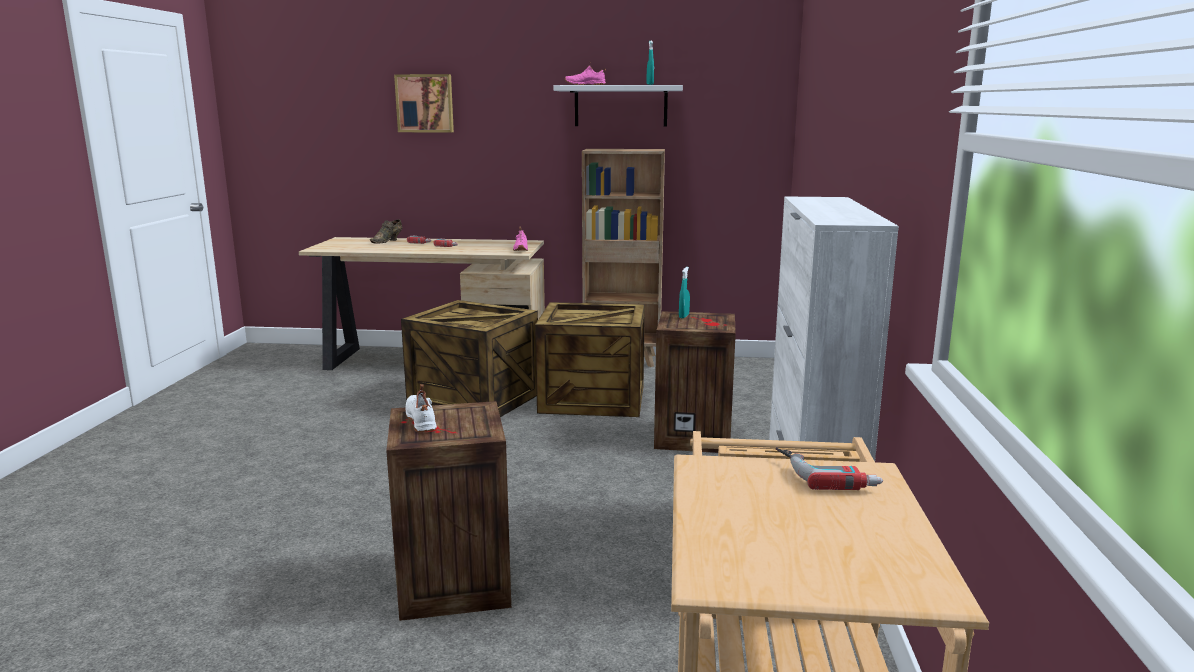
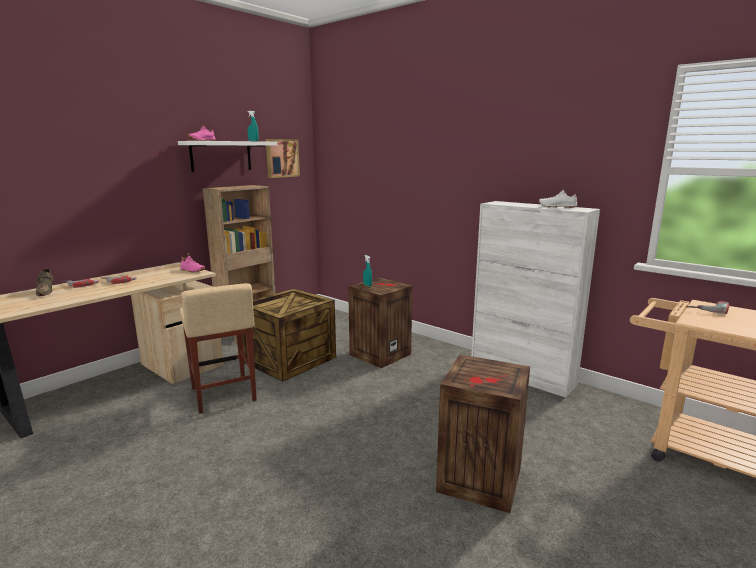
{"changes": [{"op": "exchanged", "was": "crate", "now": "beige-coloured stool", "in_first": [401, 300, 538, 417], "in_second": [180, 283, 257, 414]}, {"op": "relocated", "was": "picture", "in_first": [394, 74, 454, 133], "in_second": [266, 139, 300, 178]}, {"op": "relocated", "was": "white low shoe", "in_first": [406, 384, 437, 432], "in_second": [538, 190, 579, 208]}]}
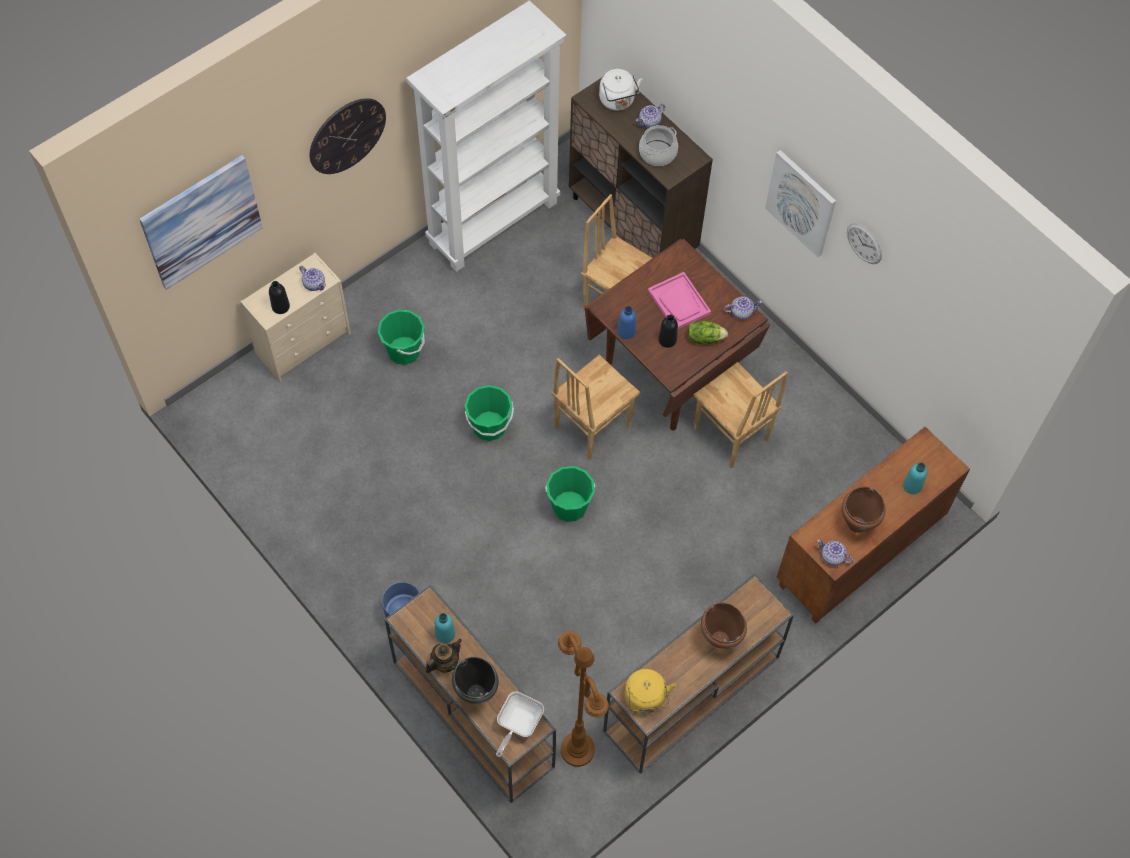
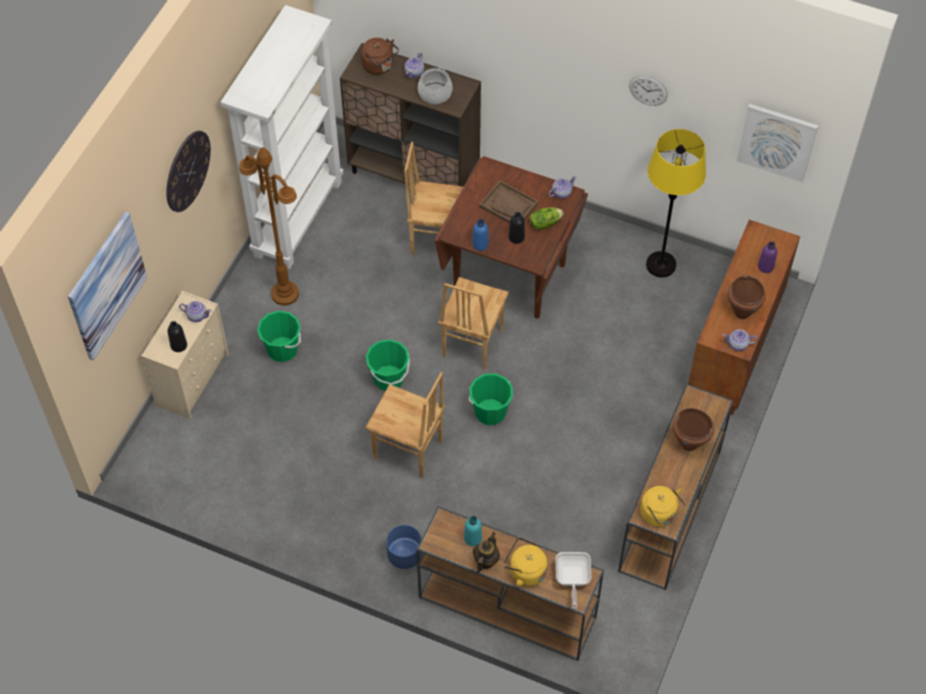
{"changes": [{"op": "relocated", "was": "brown standard lamp", "in_first": [558, 631, 609, 767], "in_second": [239, 147, 299, 306]}, {"op": "colour", "was": "white water kettle", "now": "brown water kettle", "in_first": [599, 69, 642, 111], "in_second": [361, 38, 399, 75]}, {"op": "relocated", "was": "brown plain chair", "in_first": [693, 362, 788, 468], "in_second": [365, 372, 445, 478]}, {"op": "colour", "was": "pink carrying tray", "now": "brown carrying tray", "in_first": [648, 272, 711, 329], "in_second": [479, 180, 539, 224]}, {"op": "exchanged", "was": "black cooking pot", "now": "yellowish water kettle", "in_first": [452, 657, 499, 704], "in_second": [503, 537, 548, 587]}, {"op": "appeared", "now": "yellowish standard lamp", "in_second": [646, 129, 706, 277]}, {"op": "relocated", "was": "picture", "in_first": [765, 150, 836, 257], "in_second": [737, 104, 818, 182]}, {"op": "colour", "was": "turquoise-coloured drink bottle", "now": "purple drink bottle", "in_first": [903, 463, 927, 494], "in_second": [758, 241, 777, 273]}]}
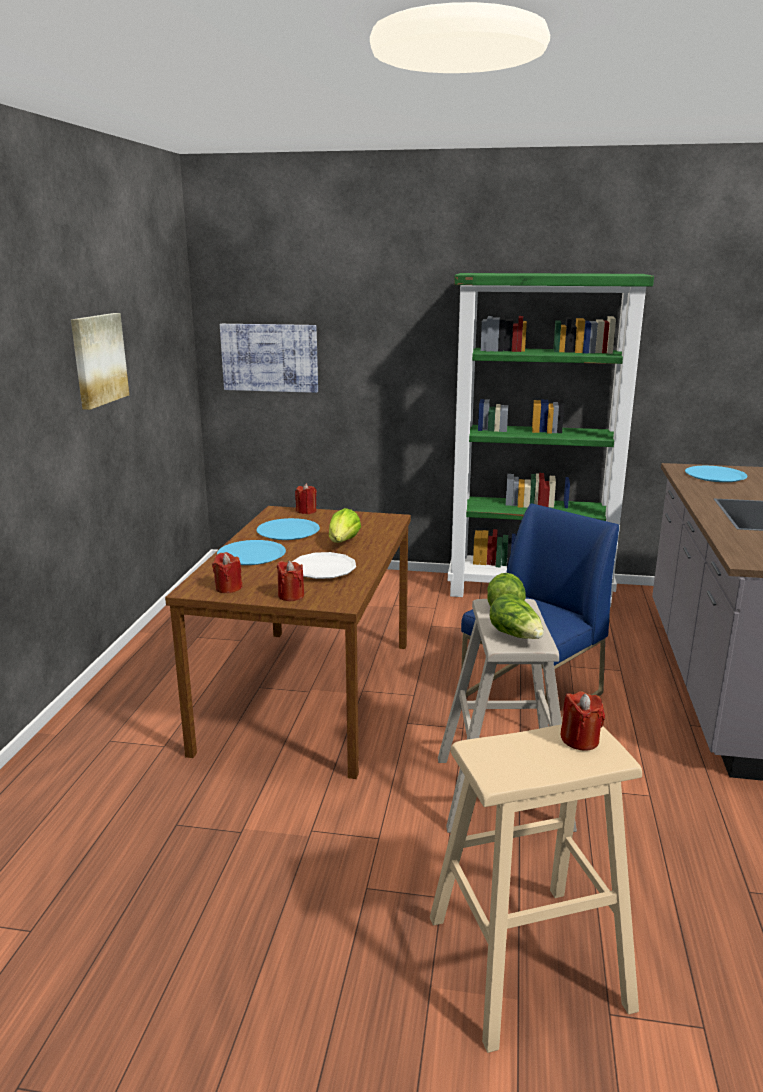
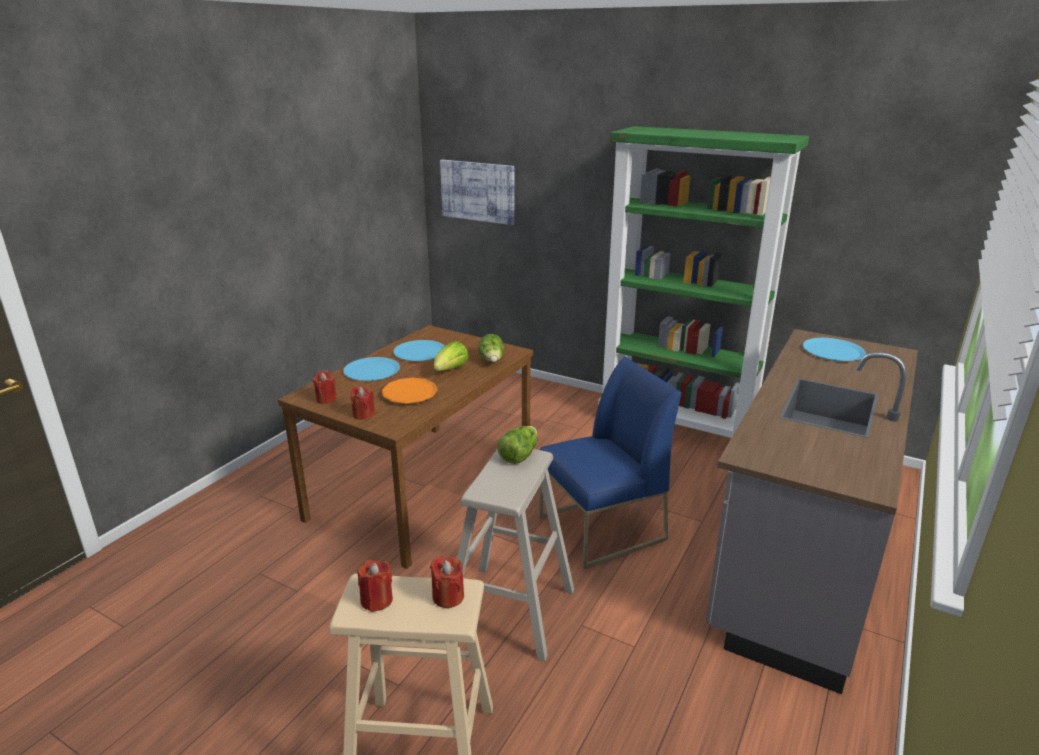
{"changes": [{"op": "relocated", "was": "red candle", "in_first": [295, 483, 317, 514], "in_second": [357, 560, 393, 612]}, {"op": "colour", "was": "white flat dish", "now": "orangey flat dish", "in_first": [292, 552, 356, 579], "in_second": [382, 378, 437, 404]}, {"op": "relocated", "was": "lettuce head", "in_first": [490, 593, 544, 639], "in_second": [478, 334, 504, 362]}, {"op": "missing", "was": "picture", "in_first": [71, 313, 129, 410]}]}
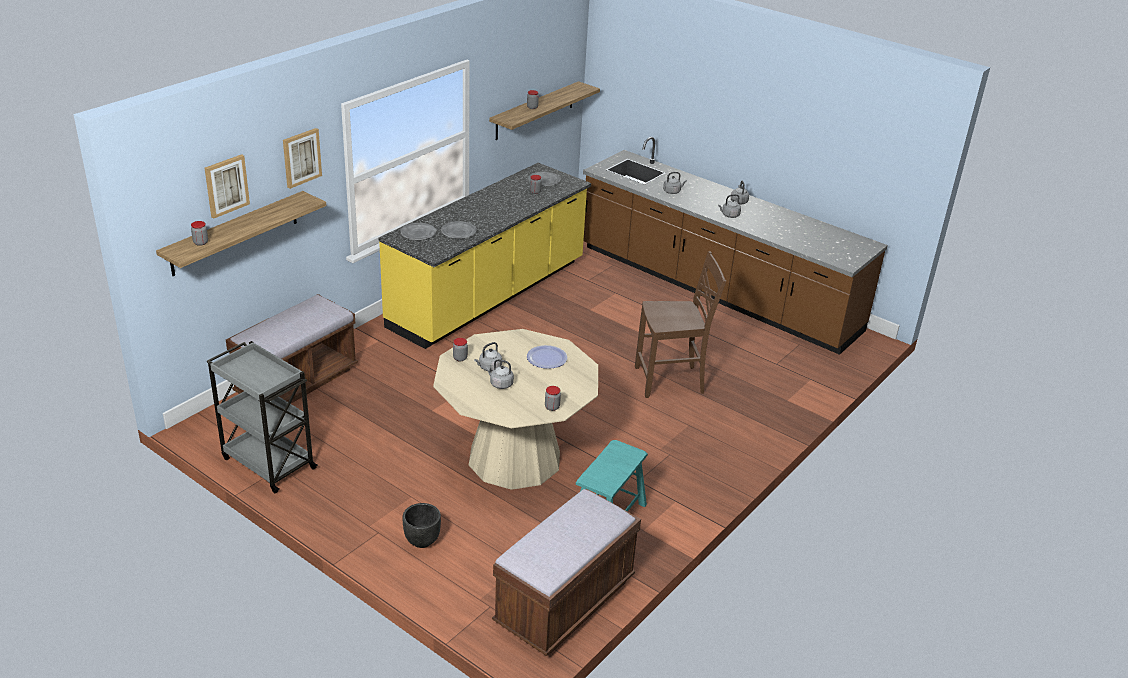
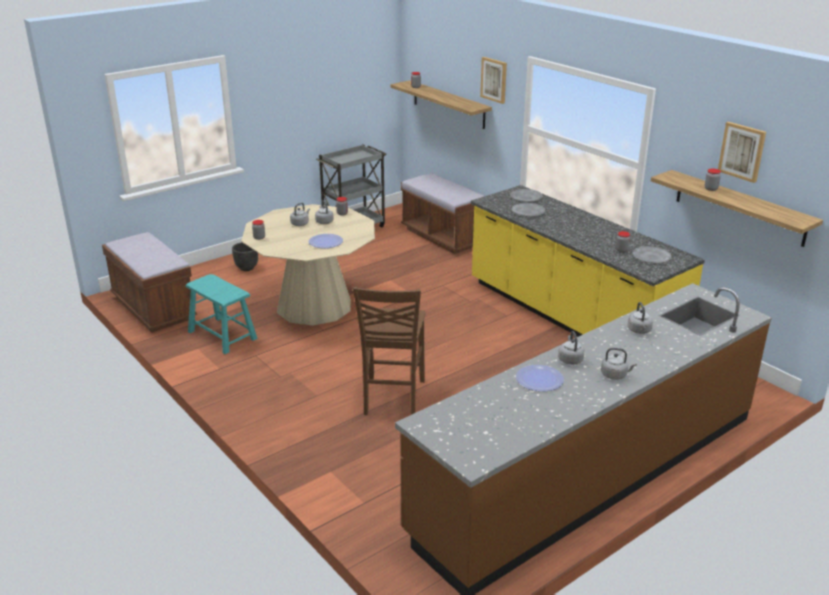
{"changes": [{"op": "appeared", "now": "flat dish", "in_second": [516, 365, 564, 391]}, {"op": "relocated", "was": "picture", "in_first": [205, 154, 250, 218], "in_second": [718, 122, 766, 183]}]}
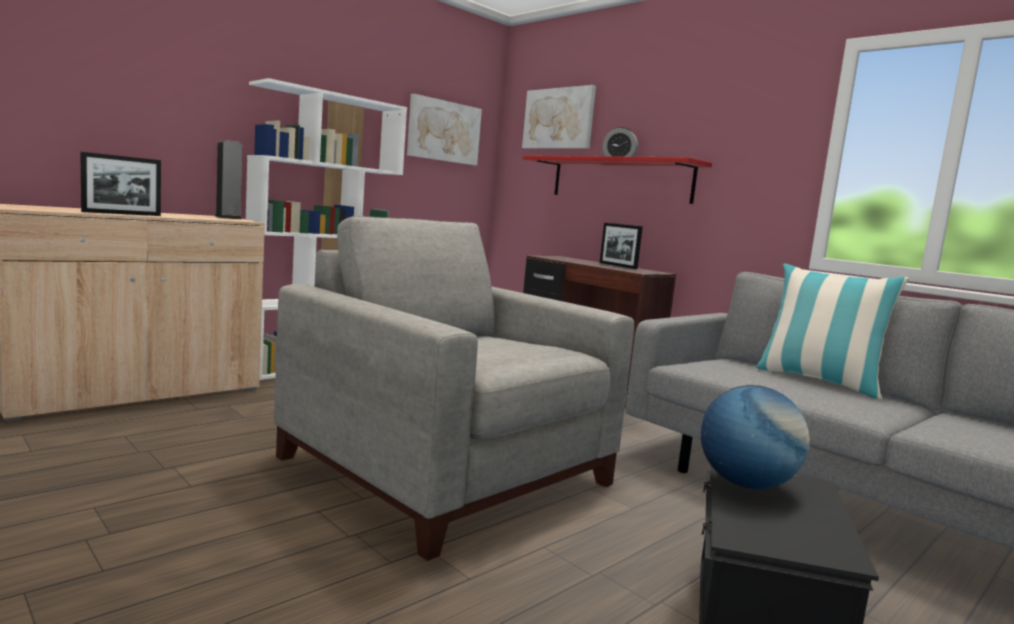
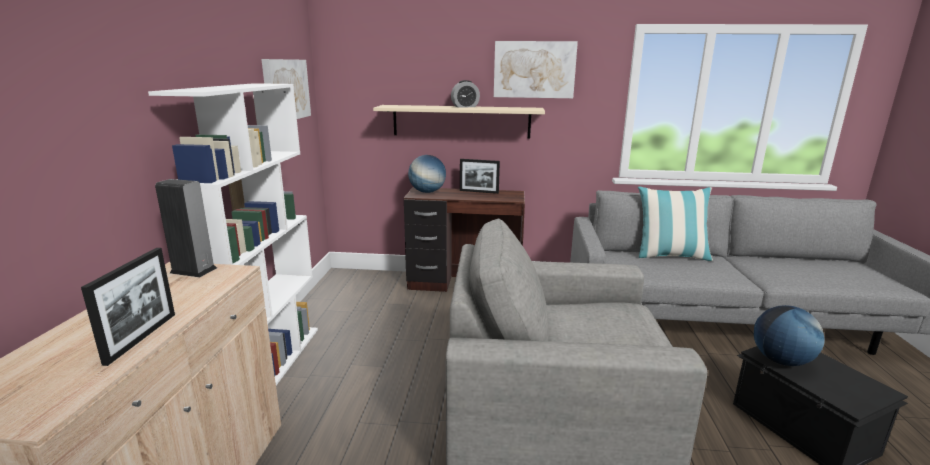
{"changes": [{"op": "colour", "was": "red bracket shelf", "now": "beige-coloured bracket shelf", "in_first": [523, 156, 712, 204], "in_second": [373, 105, 545, 139]}, {"op": "appeared", "now": "world globe", "in_second": [408, 155, 446, 193]}, {"op": "relocated", "was": "picture", "in_first": [522, 85, 596, 149], "in_second": [494, 41, 578, 98]}]}
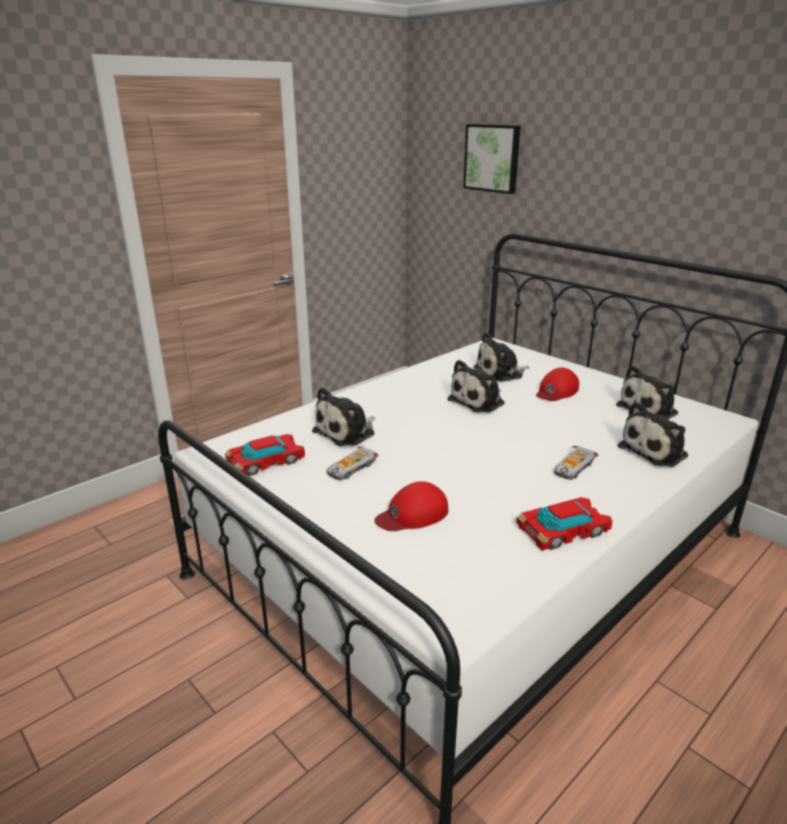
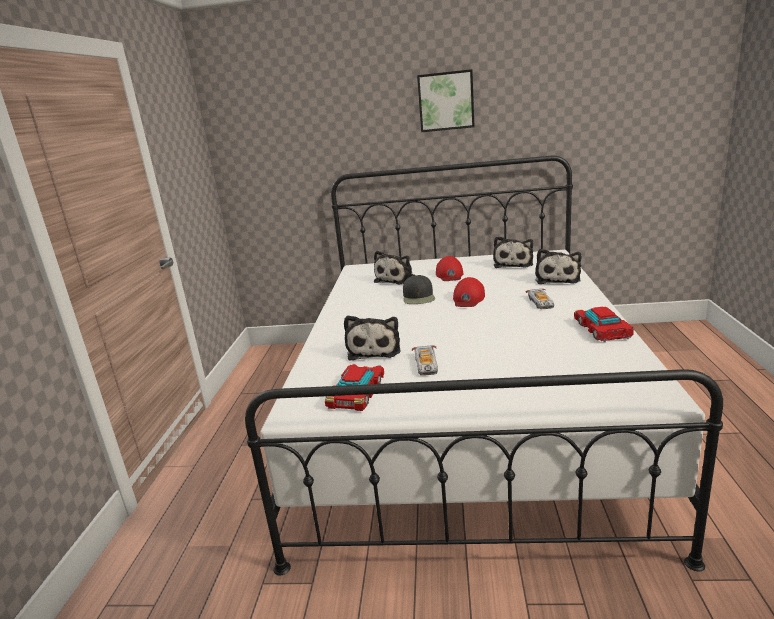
{"changes": [{"op": "exchanged", "was": "soft toy", "now": "black cap", "in_first": [447, 360, 505, 413], "in_second": [403, 275, 435, 304]}, {"op": "relocated", "was": "picture", "in_first": [463, 124, 521, 194], "in_second": [417, 69, 475, 132]}, {"op": "relocated", "was": "red cap", "in_first": [374, 481, 448, 531], "in_second": [453, 277, 485, 307]}, {"op": "spun", "was": "toy car", "in_first": [516, 497, 613, 551], "in_second": [574, 307, 634, 342], "clockwise": 150}]}
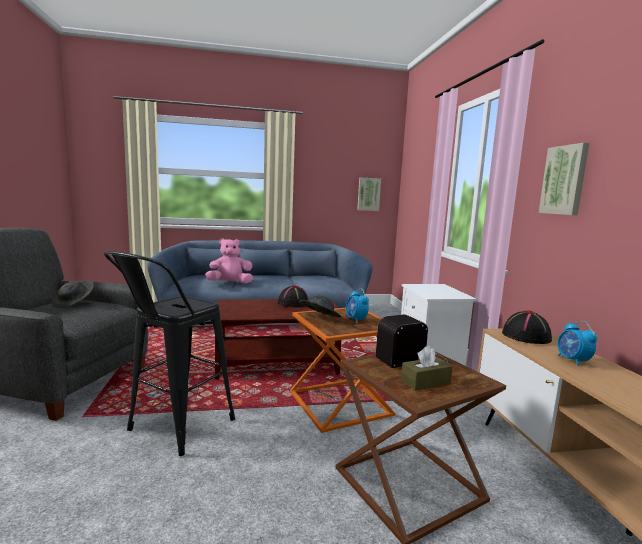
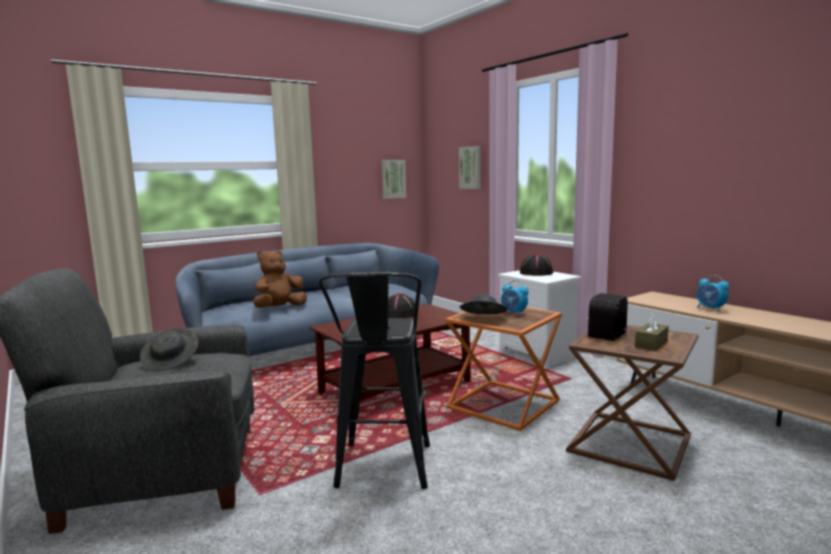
{"changes": [{"op": "colour", "was": "pink soft toy", "now": "brown soft toy", "in_first": [205, 238, 253, 284], "in_second": [253, 250, 307, 308]}, {"op": "relocated", "was": "picture", "in_first": [539, 143, 590, 215], "in_second": [459, 146, 481, 189]}, {"op": "relocated", "was": "black hat", "in_first": [502, 310, 552, 344], "in_second": [520, 254, 553, 276]}]}
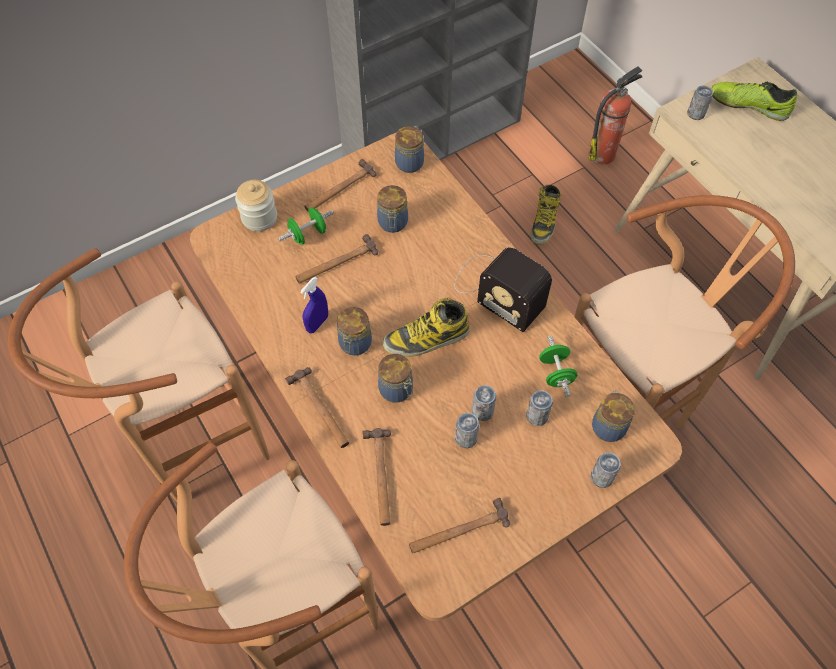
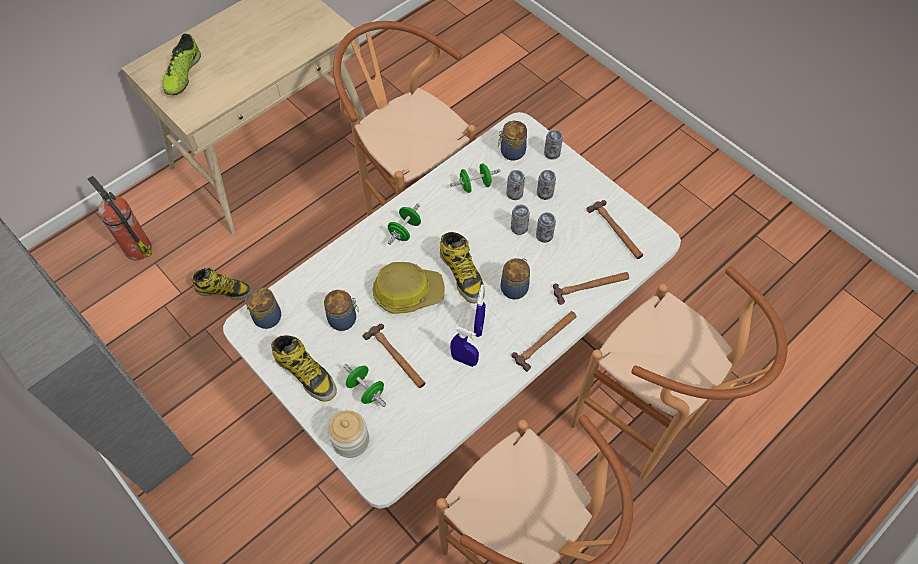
{"changes": [{"op": "colour", "was": "brown dinner table", "now": "white dinner table", "in_first": [190, 133, 682, 621], "in_second": [223, 112, 681, 509]}, {"op": "exchanged", "was": "tool hammer", "now": "high-top boot", "in_first": [304, 159, 377, 211], "in_second": [271, 335, 337, 402]}, {"op": "appeared", "now": "hard hat", "in_second": [372, 262, 445, 314]}, {"op": "exchanged", "was": "radio set", "now": "green free weight", "in_first": [454, 247, 552, 332], "in_second": [388, 203, 421, 245]}, {"op": "exchanged", "was": "jar", "now": "blue-coloured spray bottle", "in_first": [337, 307, 372, 356], "in_second": [474, 285, 485, 337]}, {"op": "relocated", "was": "metal can", "in_first": [687, 85, 713, 120], "in_second": [537, 170, 556, 200]}]}
